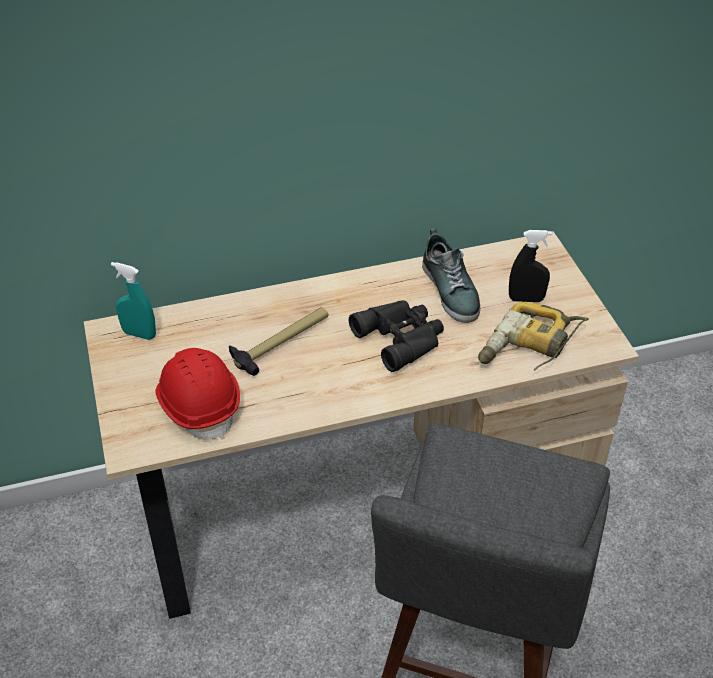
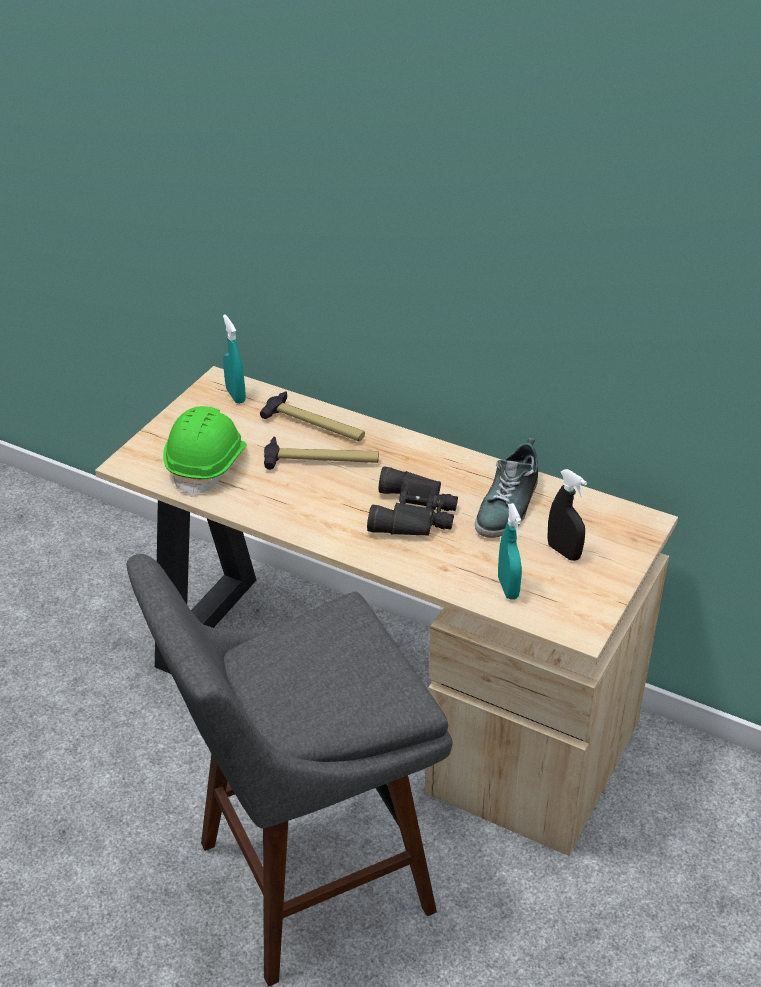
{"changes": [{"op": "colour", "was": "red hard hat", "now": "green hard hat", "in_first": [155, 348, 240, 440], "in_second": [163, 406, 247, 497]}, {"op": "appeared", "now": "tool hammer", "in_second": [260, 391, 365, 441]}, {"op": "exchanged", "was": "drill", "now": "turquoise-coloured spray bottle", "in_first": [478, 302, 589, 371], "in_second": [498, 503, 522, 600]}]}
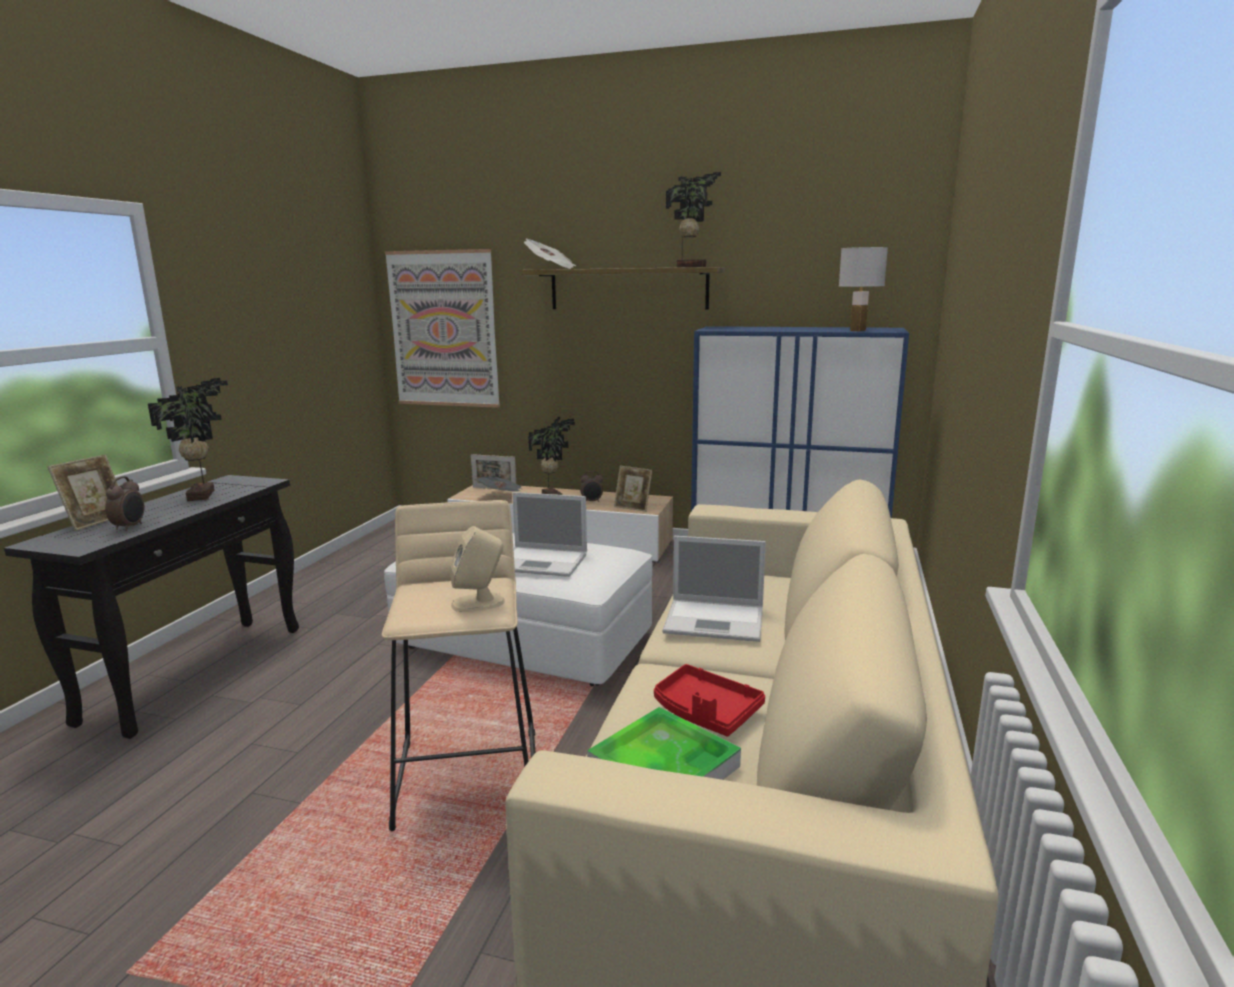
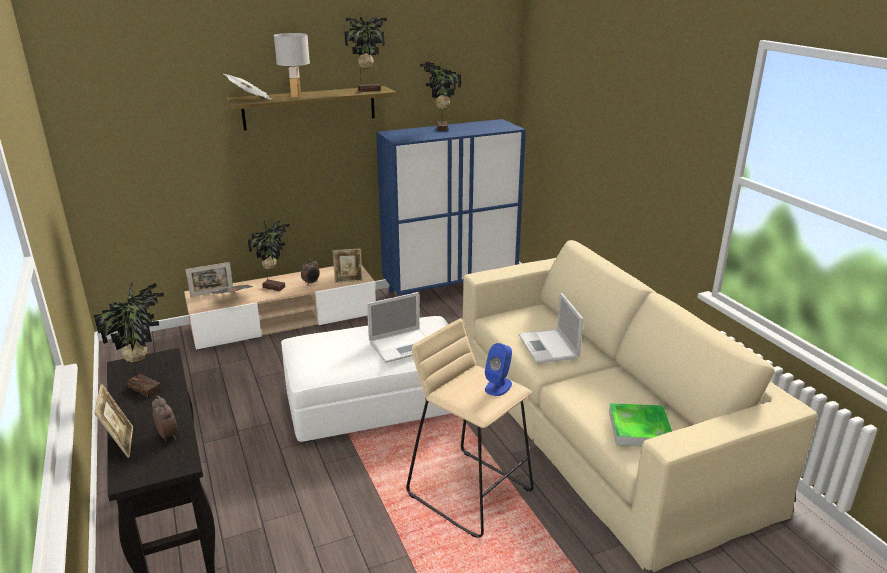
{"changes": [{"op": "relocated", "was": "white tabletop lamp", "in_first": [839, 247, 888, 331], "in_second": [274, 33, 310, 98]}, {"op": "appeared", "now": "potted plant", "in_second": [420, 61, 461, 131]}, {"op": "colour", "was": "beige-coloured speaker", "now": "blue-coloured speaker", "in_first": [450, 526, 505, 612], "in_second": [485, 343, 512, 396]}, {"op": "spun", "was": "laptop", "in_first": [663, 536, 766, 642], "in_second": [518, 293, 584, 364], "clockwise": 105}, {"op": "missing", "was": "picture", "in_first": [385, 249, 500, 408]}, {"op": "missing", "was": "red carrying tray", "in_first": [654, 664, 765, 736]}]}
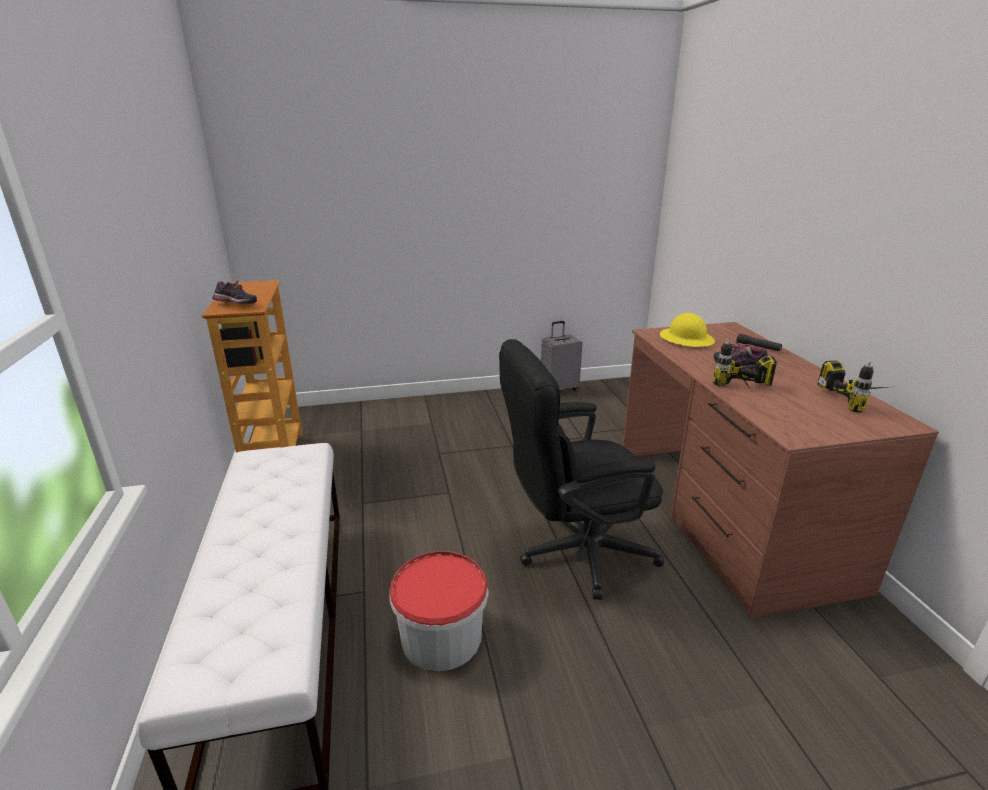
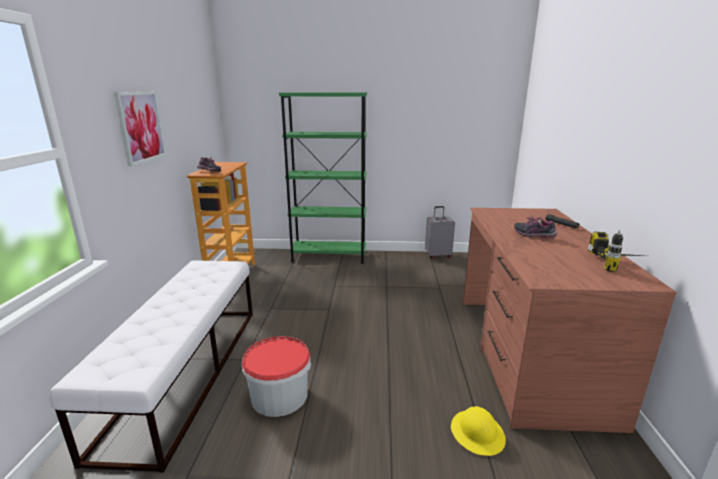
{"changes": [{"op": "appeared", "now": "picture", "in_second": [114, 92, 166, 166]}, {"op": "appeared", "now": "green bookcase", "in_second": [279, 92, 367, 264]}, {"op": "relocated", "was": "yellowish hard hat", "in_first": [660, 313, 715, 347], "in_second": [451, 406, 506, 456]}, {"op": "missing", "was": "black computer chair", "in_first": [499, 339, 665, 600]}, {"op": "missing", "was": "drill", "in_first": [713, 339, 777, 390]}]}
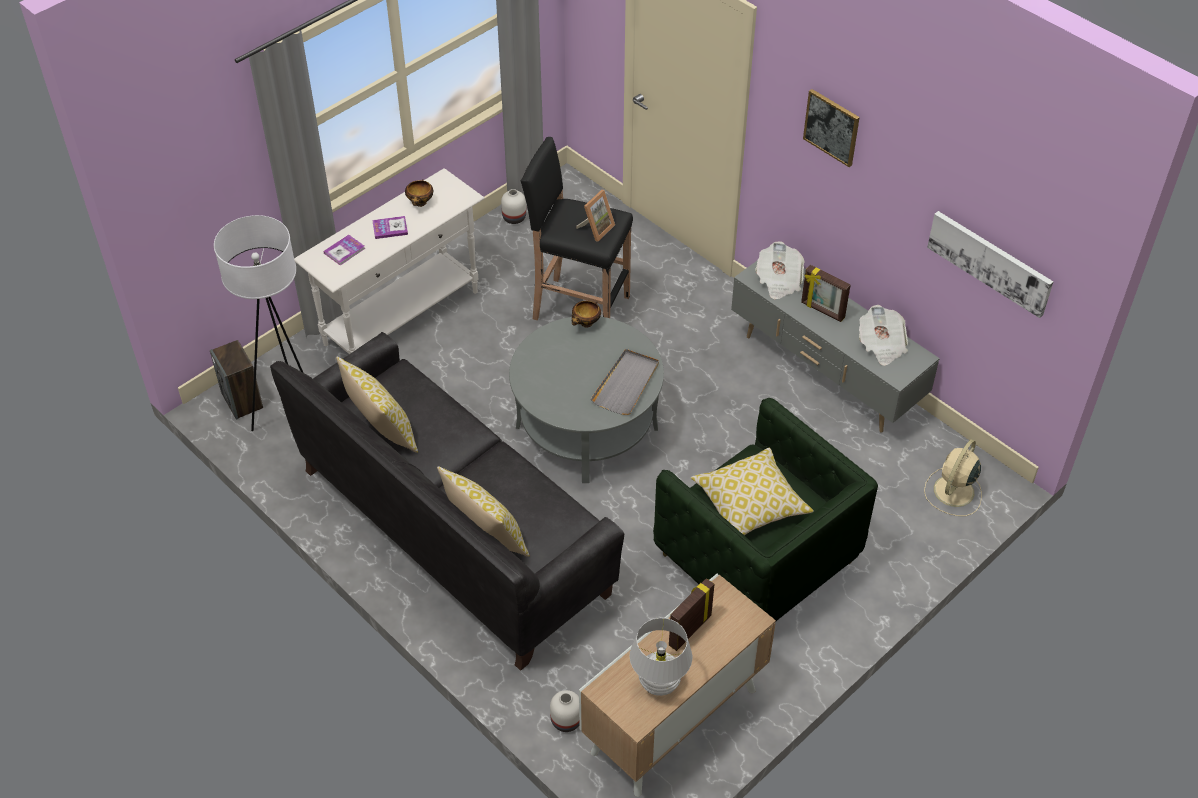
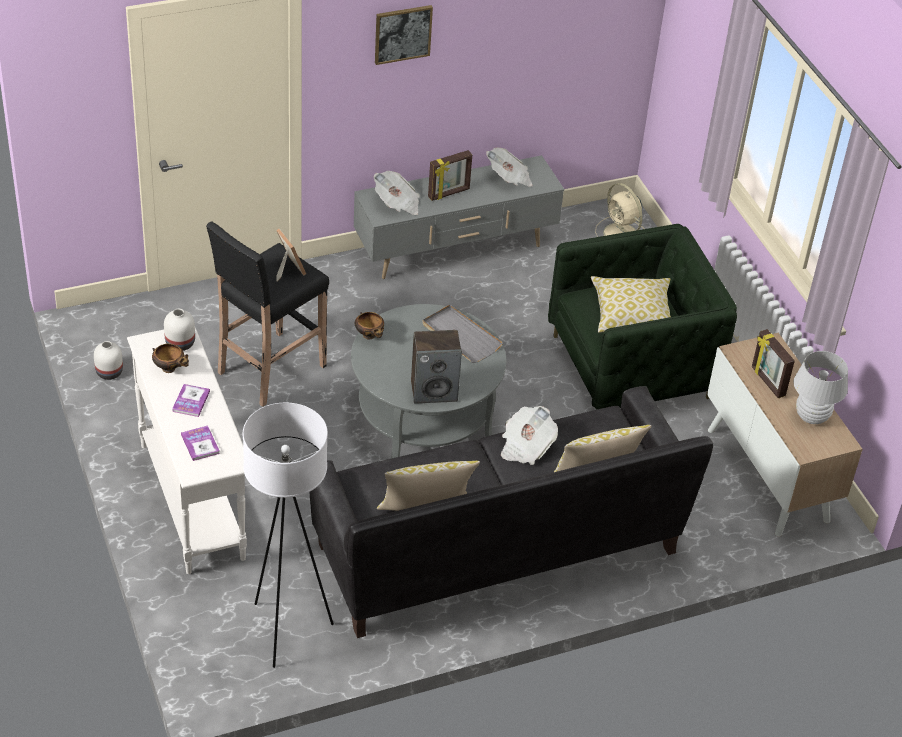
{"changes": [{"op": "relocated", "was": "white vase", "in_first": [550, 690, 580, 732], "in_second": [164, 309, 195, 351]}, {"op": "relocated", "was": "speaker", "in_first": [210, 340, 263, 420], "in_second": [411, 330, 462, 403]}, {"op": "appeared", "now": "printed paper", "in_second": [501, 406, 558, 465]}, {"op": "missing", "was": "picture", "in_first": [927, 211, 1054, 318]}]}
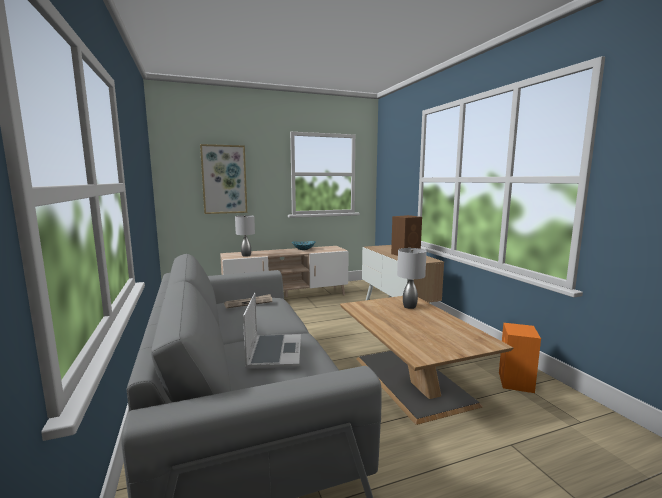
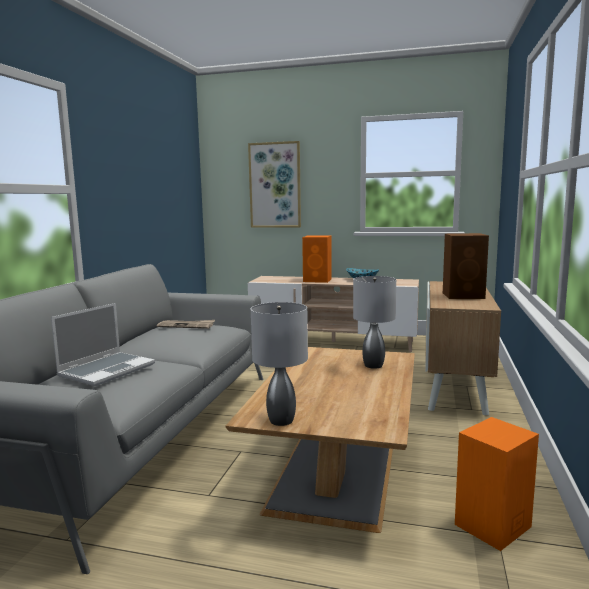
{"changes": [{"op": "relocated", "was": "greyish tabletop lamp", "in_first": [235, 215, 255, 257], "in_second": [251, 302, 308, 426]}, {"op": "appeared", "now": "orangey speaker", "in_second": [302, 236, 332, 283]}]}
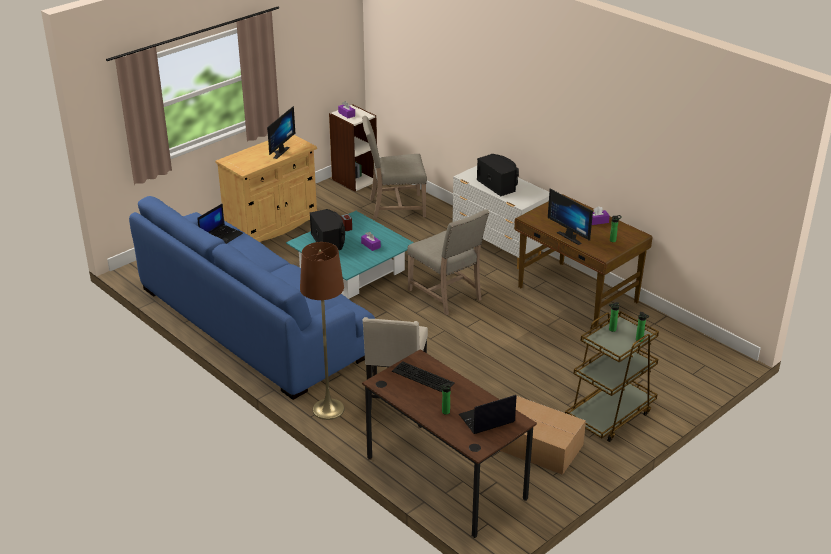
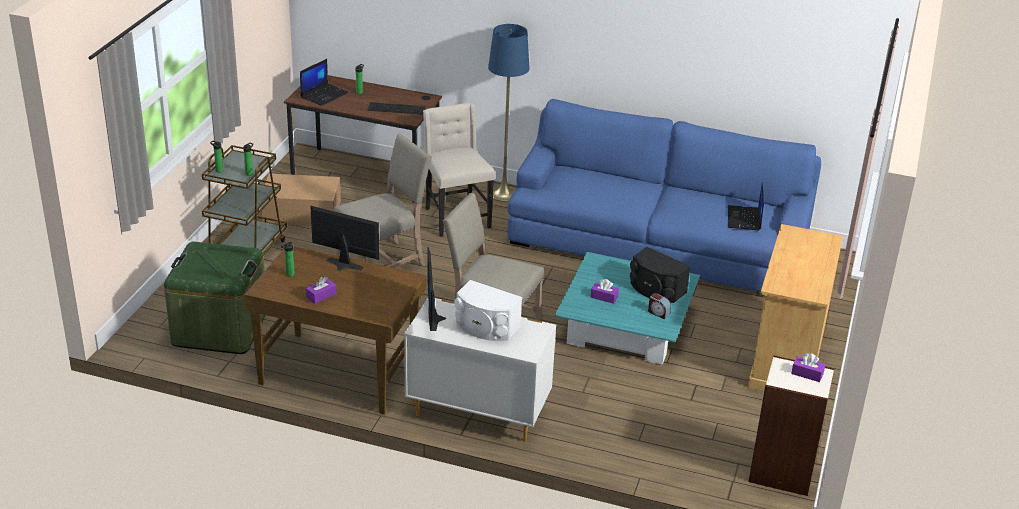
{"changes": [{"op": "appeared", "now": "green storage container", "in_second": [164, 241, 266, 354]}, {"op": "relocated", "was": "beige-coloured plain chair", "in_first": [362, 116, 427, 219], "in_second": [334, 134, 432, 268]}, {"op": "relocated", "was": "monitor", "in_first": [267, 106, 295, 159], "in_second": [427, 247, 446, 331]}, {"op": "colour", "was": "black speaker", "now": "white speaker", "in_first": [477, 154, 519, 196], "in_second": [454, 280, 522, 341]}, {"op": "colour", "was": "brown standard lamp", "now": "blue-coloured standard lamp", "in_first": [300, 242, 344, 420], "in_second": [488, 24, 530, 202]}]}
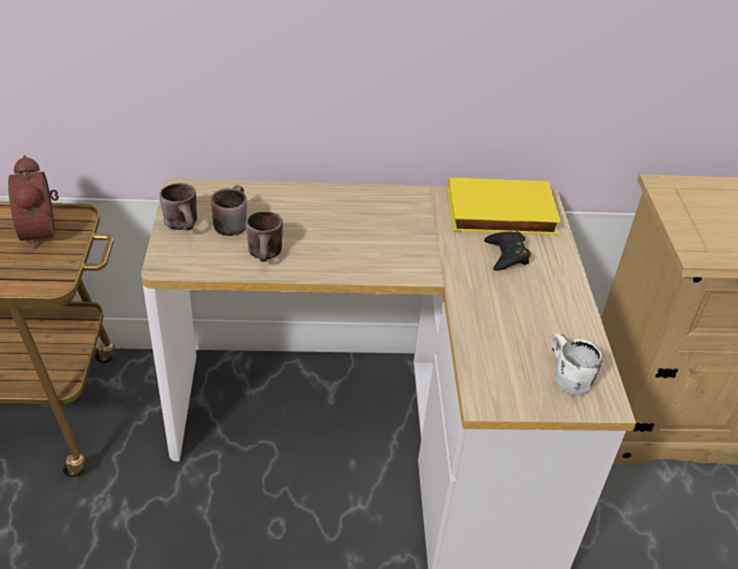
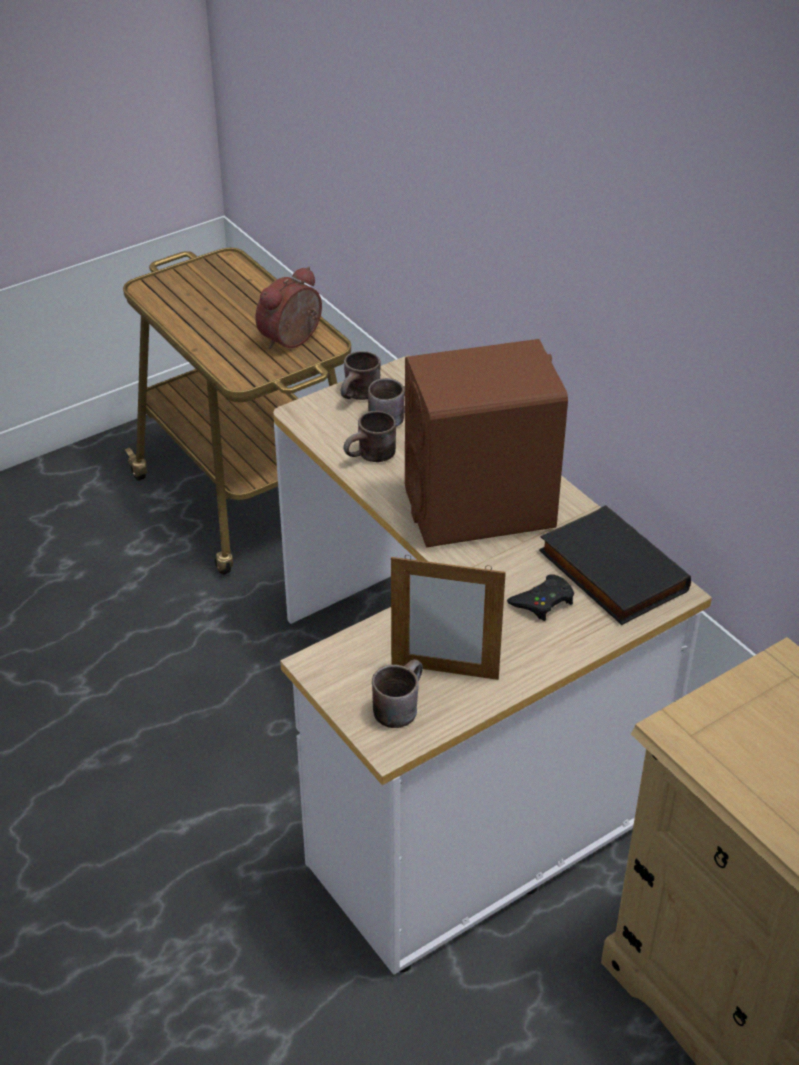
{"changes": [{"op": "colour", "was": "white mug", "now": "brown mug", "in_first": [551, 333, 603, 396], "in_second": [372, 659, 423, 728]}, {"op": "appeared", "now": "picture frame", "in_second": [391, 555, 506, 680]}, {"op": "appeared", "now": "brown speaker", "in_second": [405, 339, 568, 547]}, {"op": "colour", "was": "yellowish book", "now": "black book", "in_first": [448, 178, 561, 235], "in_second": [539, 505, 691, 625]}]}
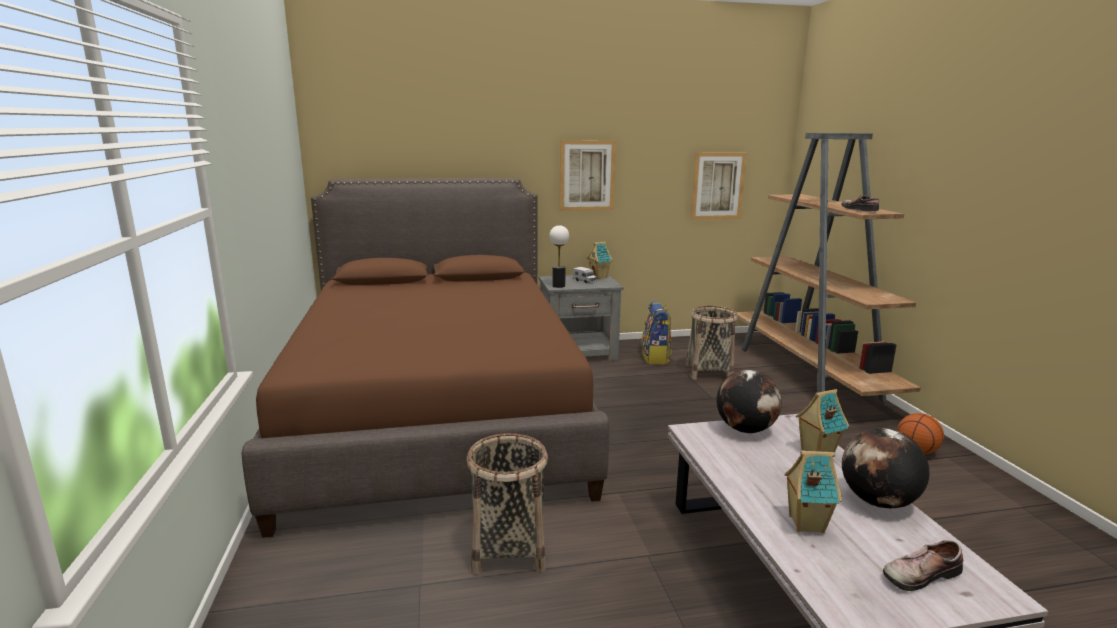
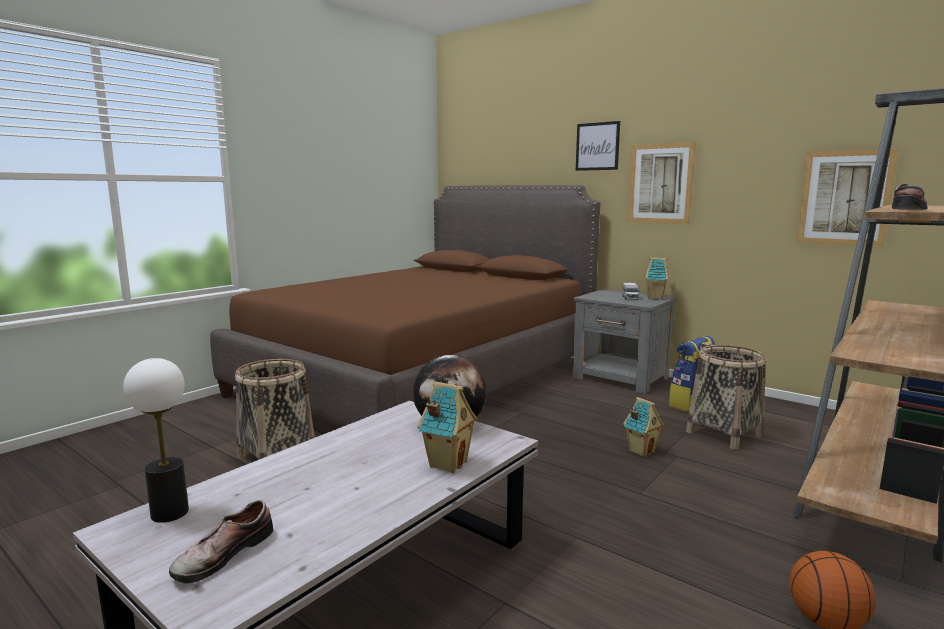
{"changes": [{"op": "relocated", "was": "tabletop lamp", "in_first": [549, 225, 569, 288], "in_second": [123, 358, 189, 523]}, {"op": "spun", "was": "low shoe", "in_first": [883, 540, 963, 591], "in_second": [169, 500, 273, 583], "clockwise": -90}, {"op": "appeared", "now": "picture", "in_second": [576, 121, 620, 171]}, {"op": "relocated", "was": "miniature house", "in_first": [785, 451, 842, 533], "in_second": [623, 397, 664, 457]}, {"op": "missing", "was": "world globe", "in_first": [842, 428, 929, 508]}]}
